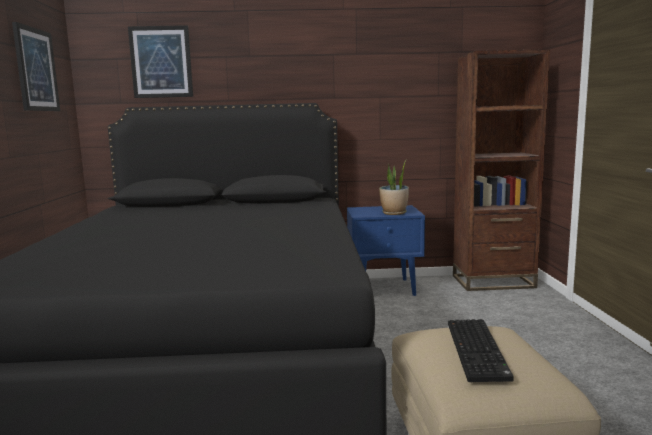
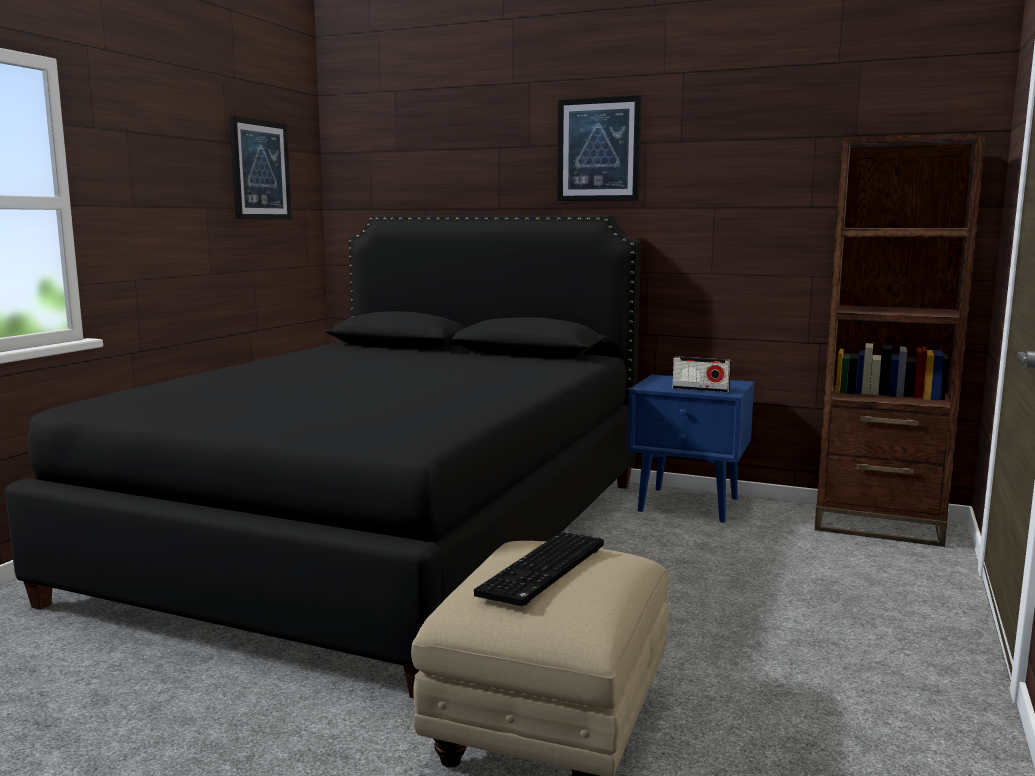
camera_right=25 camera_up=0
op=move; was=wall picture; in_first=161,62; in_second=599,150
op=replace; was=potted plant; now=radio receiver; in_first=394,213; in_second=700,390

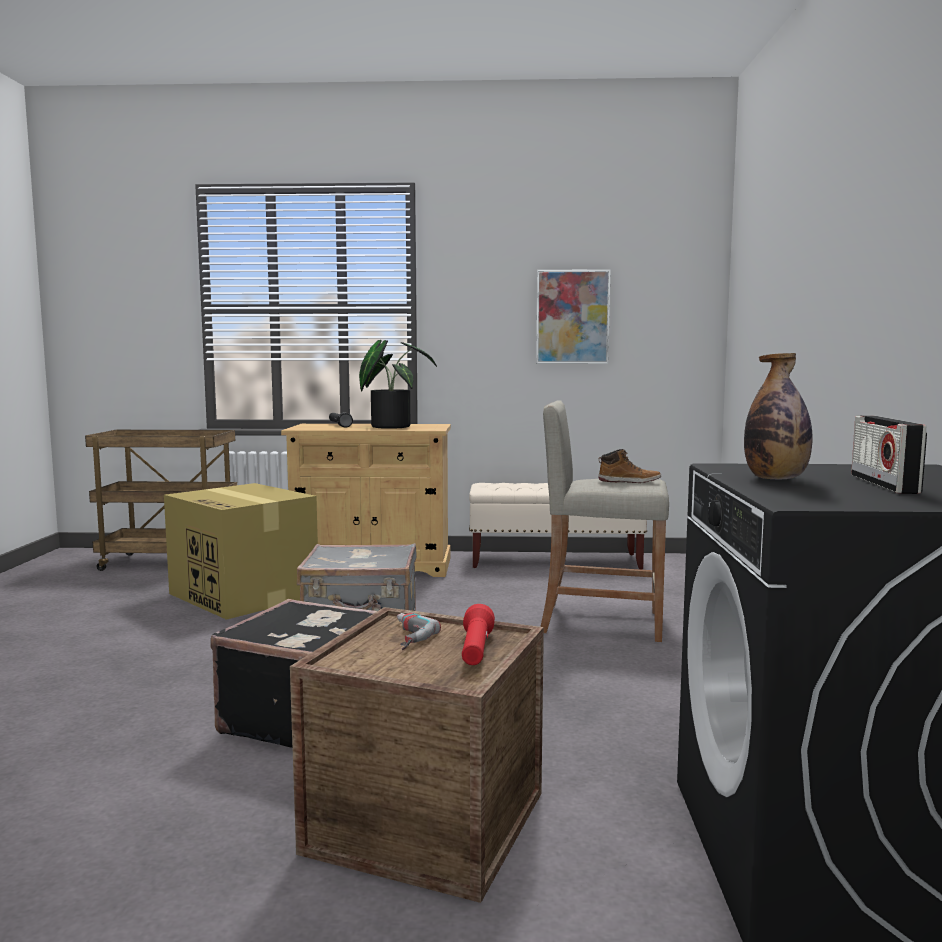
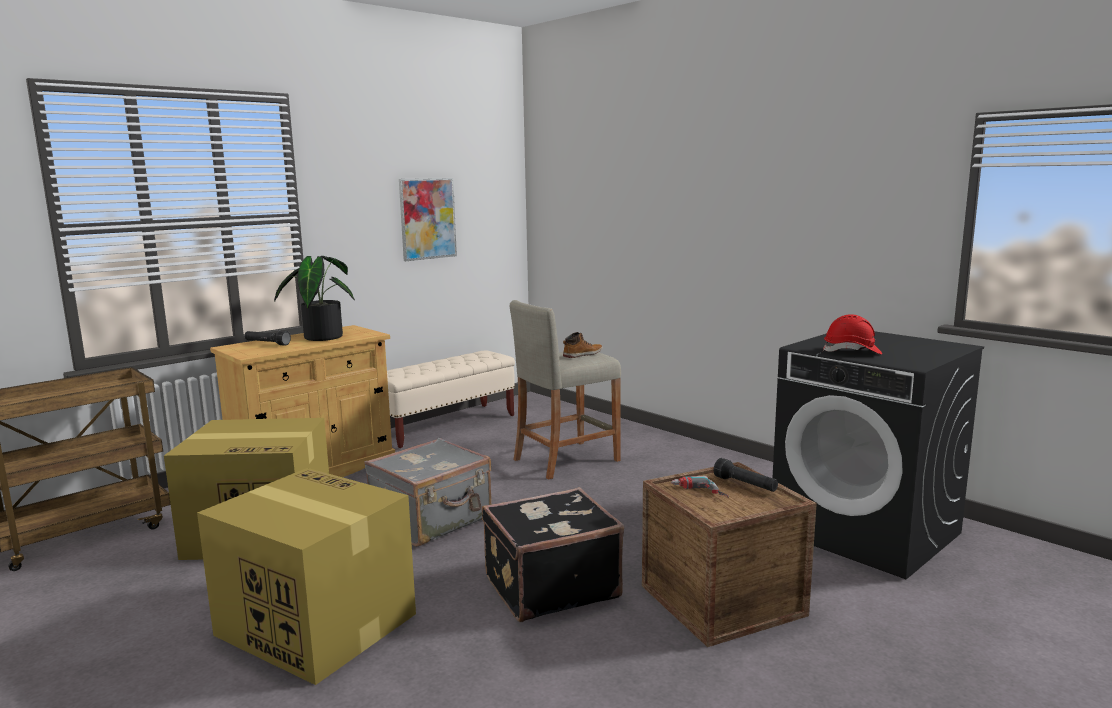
camera_right=-45 camera_up=5
op=recolor; was=red hand torch; now=blackish hand torch; in_first=476,651; in_second=745,485
op=replace; was=beverage bottle; now=red work helmet; in_first=776,479; in_second=852,352
op=delete; was=radio receiver; in_first=883,484
op=insert; now=carton; in_second=314,624

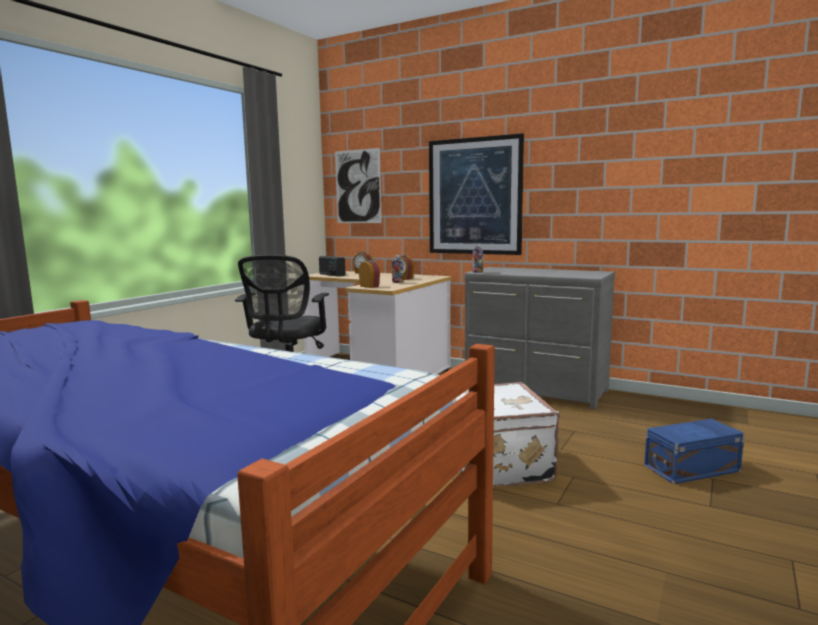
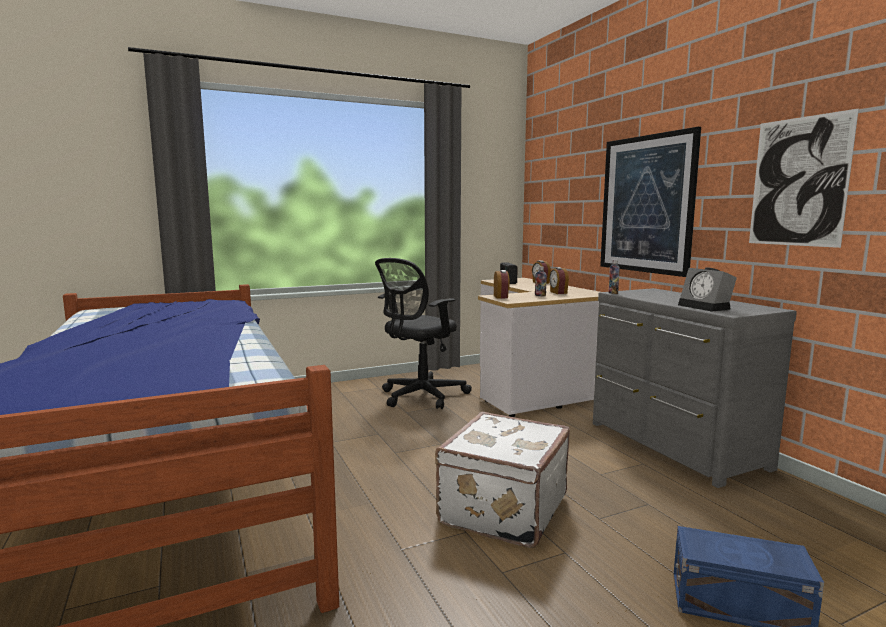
camera_right=35 camera_up=0
op=move; was=wall picture; in_first=358,186; in_second=798,182
op=insert; now=alarm clock; in_second=706,307

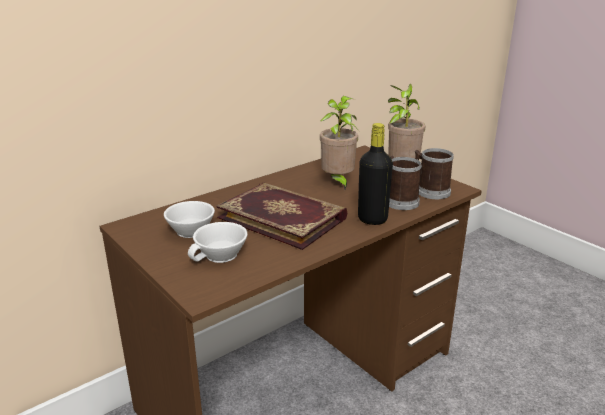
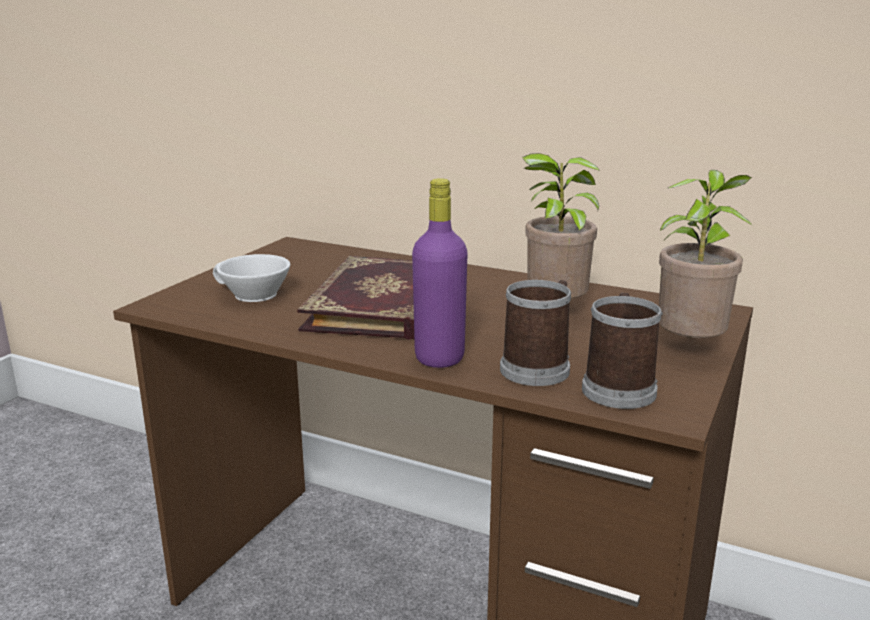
camera_right=65 camera_up=-5
op=delete; was=white cup; in_first=189,230
op=recolor; was=blackish beverage bottle; now=purple beverage bottle; in_first=372,219; in_second=439,358

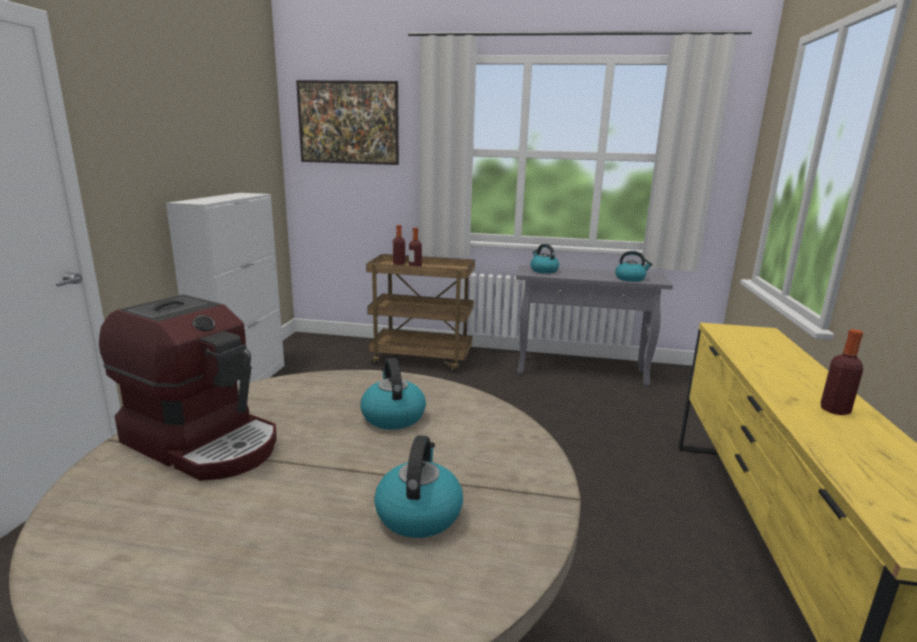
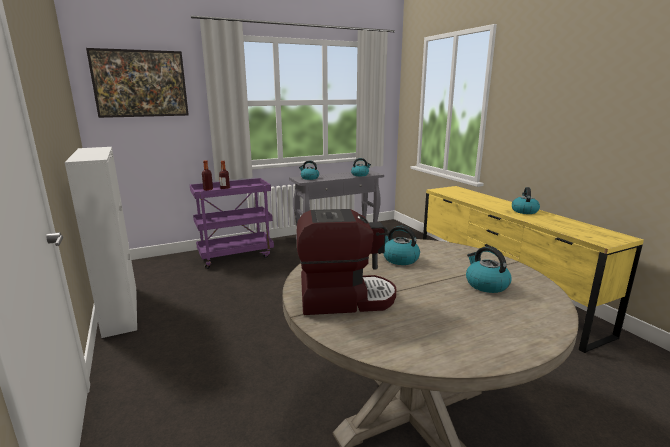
camera_right=-35 camera_up=0
op=recolor; was=brown-coloured cart; now=purple cart; in_first=422,359; in_second=236,256
op=replace; was=beverage bottle; now=water kettle; in_first=834,410; in_second=524,211

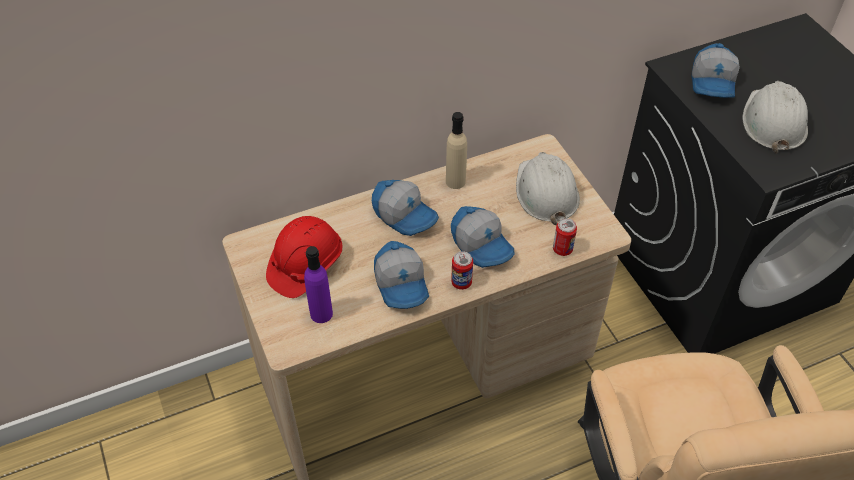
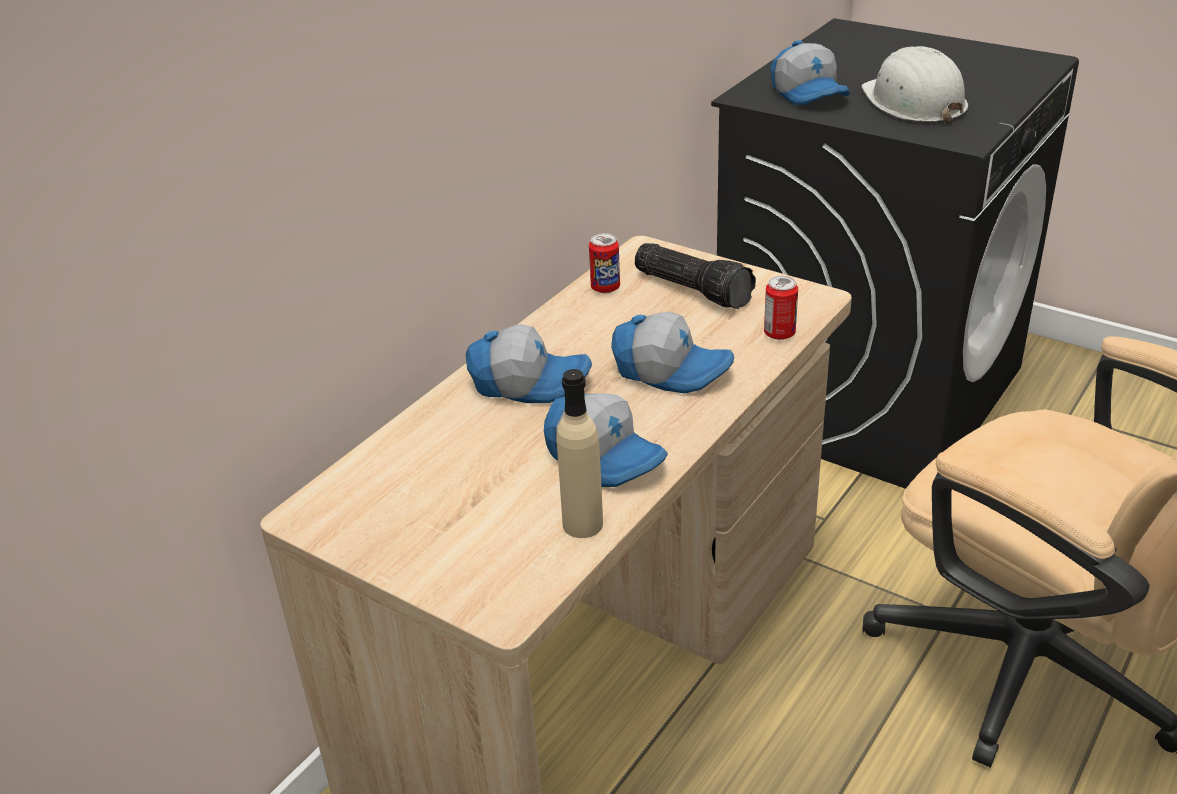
camera_right=-30 camera_up=-15
op=delete; was=red work helmet; in_first=305,266
op=delete; was=purple beverage bottle; in_first=321,314
op=move; was=beige-coloured beverage bottle; in_first=455,181; in_second=583,524
op=move; was=sealed can; in_first=461,282; in_second=605,288
op=replace; was=white work helmet; now=hand torch; in_first=545,192; in_second=694,289

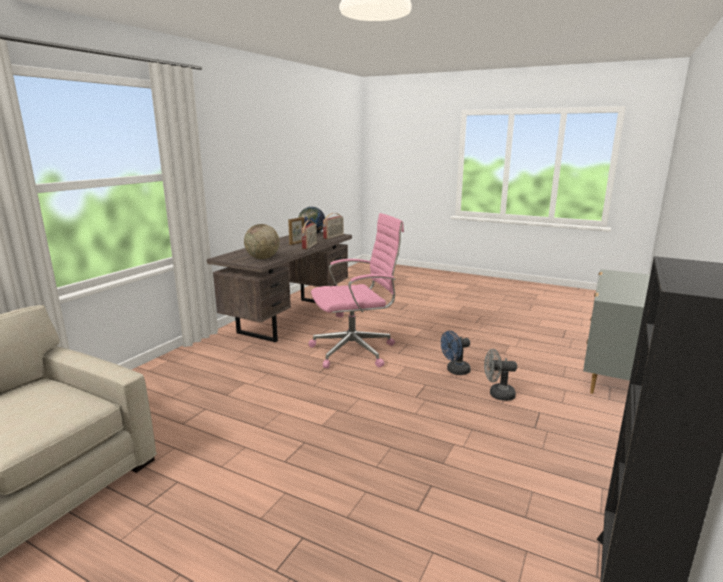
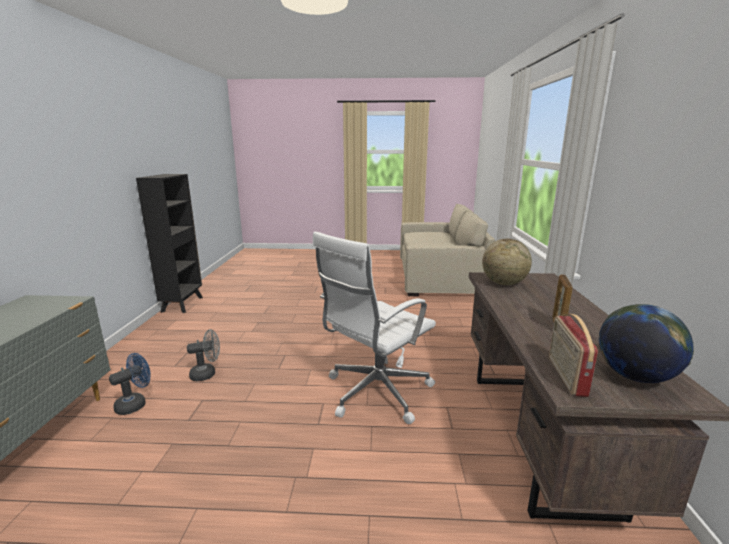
camera_right=155 camera_up=0
op=delete; was=radio receiver; in_first=310,246
op=recolor; was=pink-coloured office chair; now=white office chair; in_first=355,351; in_second=375,392
op=move; was=blue fan; in_first=455,371; in_second=135,404

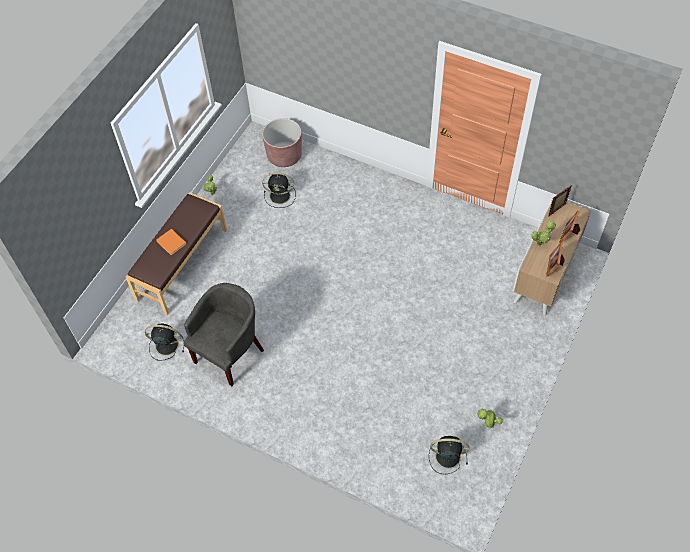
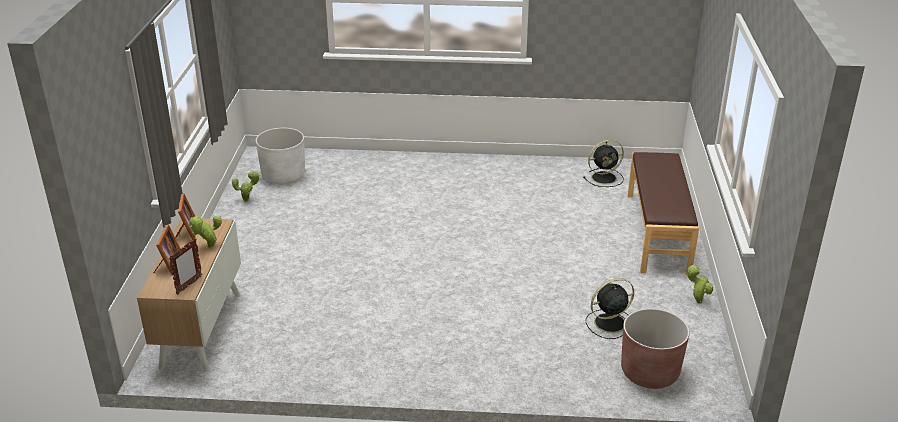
camera_right=155 camera_up=-25
op=delete; was=orange volume; in_first=172,243
op=delete; was=grey armchair; in_first=229,353
op=replace; was=blackish fan; now=white plant pot; in_first=446,456; in_second=283,176

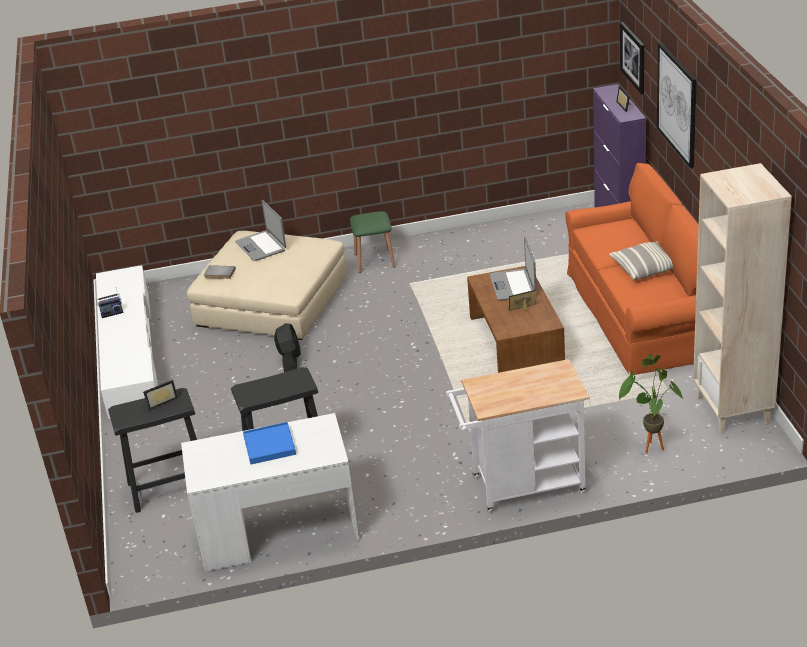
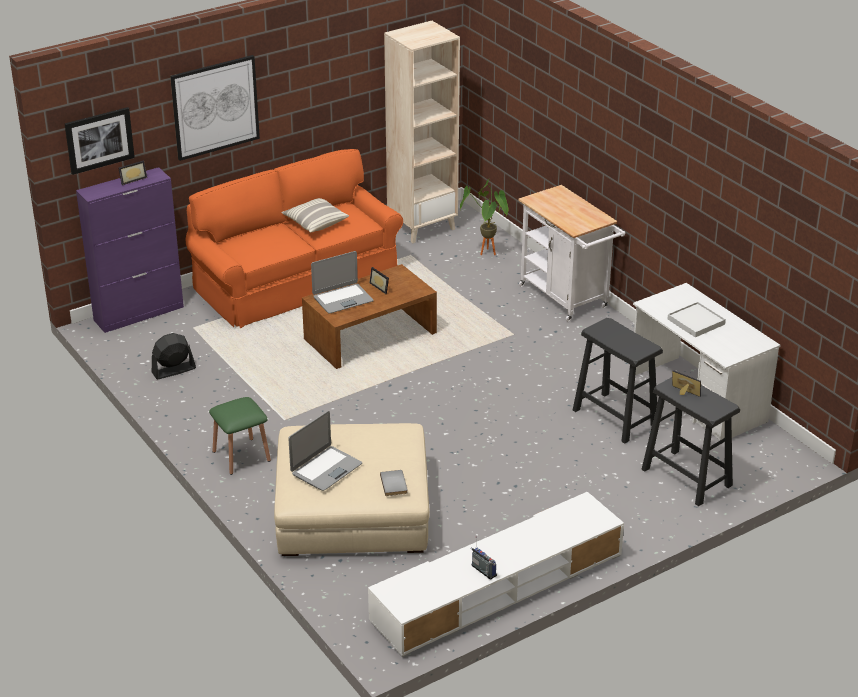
camera_right=-115 camera_up=0
op=recolor; was=blue tray; now=white tray; in_first=269,445; in_second=696,322
op=move; was=blackish fan; in_first=290,360; in_second=173,370

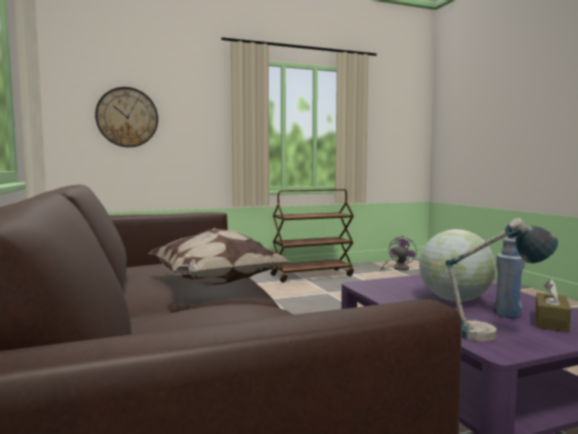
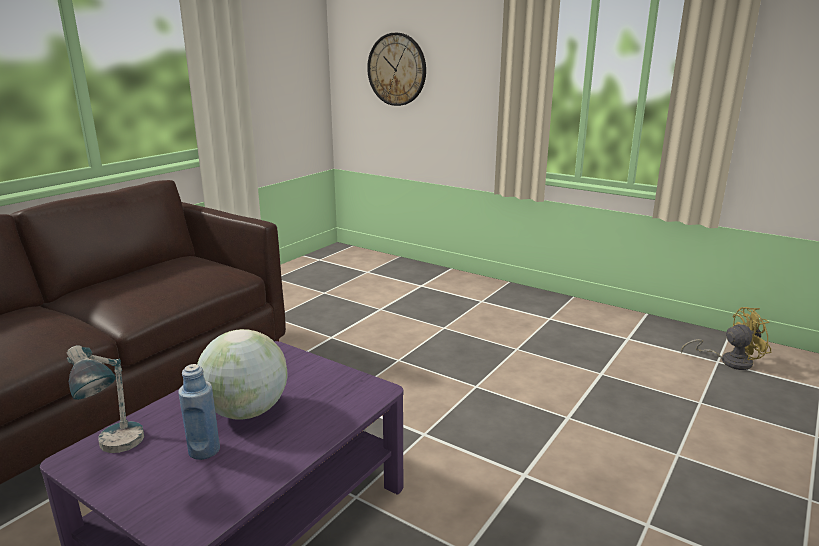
camera_right=55 camera_up=15
op=delete; was=pillow; in_first=215,284
op=delete; was=brown-coloured cart; in_first=312,275
op=recolor; was=purple fan; now=yellow-coloured fan; in_first=397,269; in_second=729,361
op=delete; was=brown-coloured tissue holder; in_first=551,322

